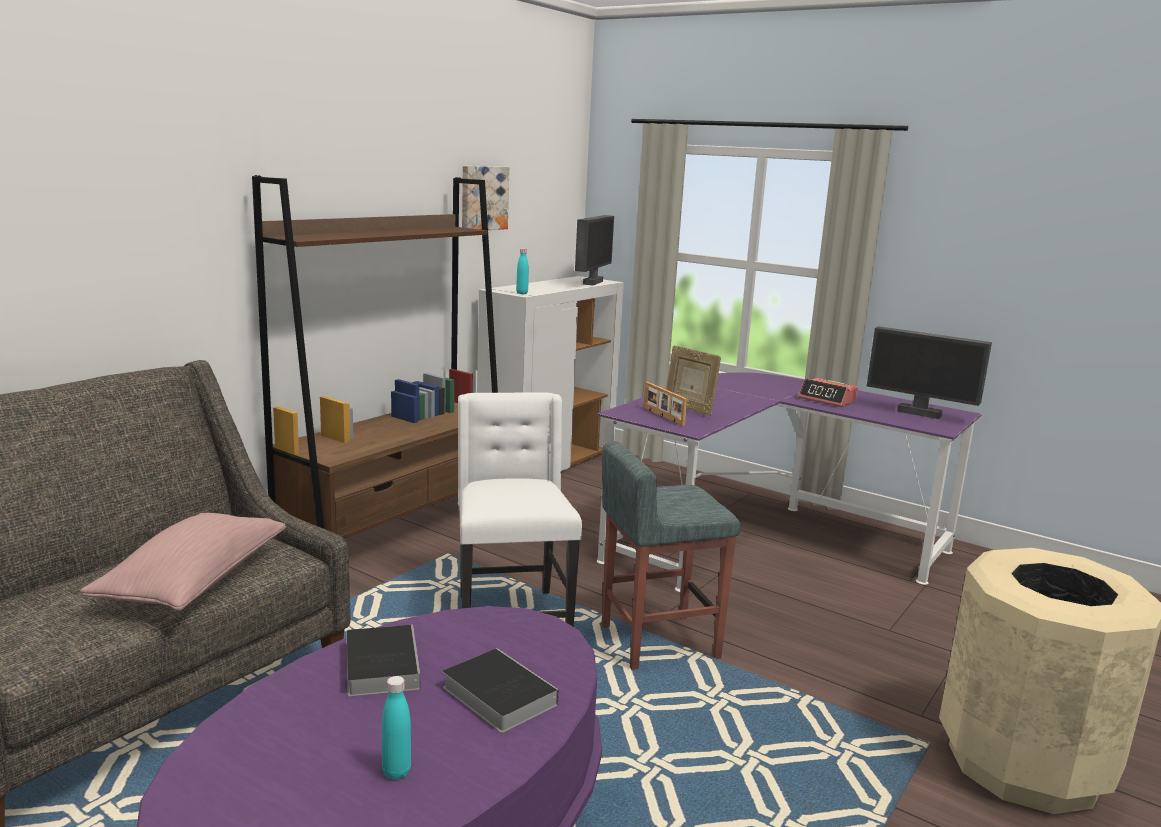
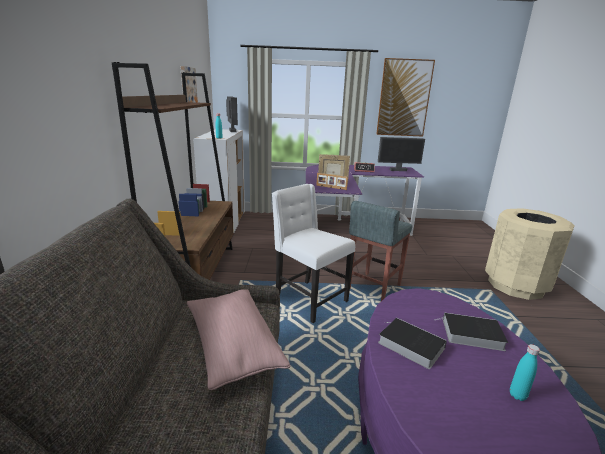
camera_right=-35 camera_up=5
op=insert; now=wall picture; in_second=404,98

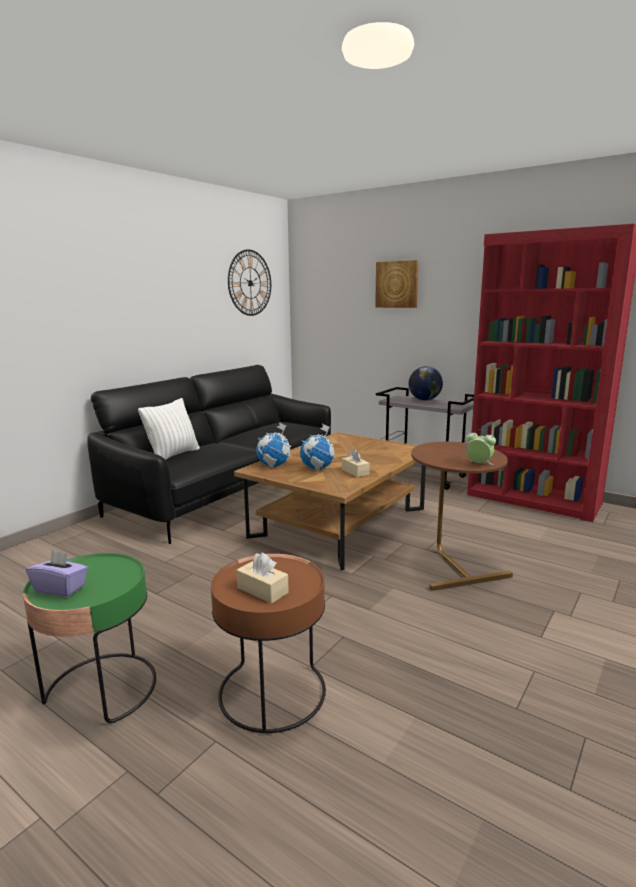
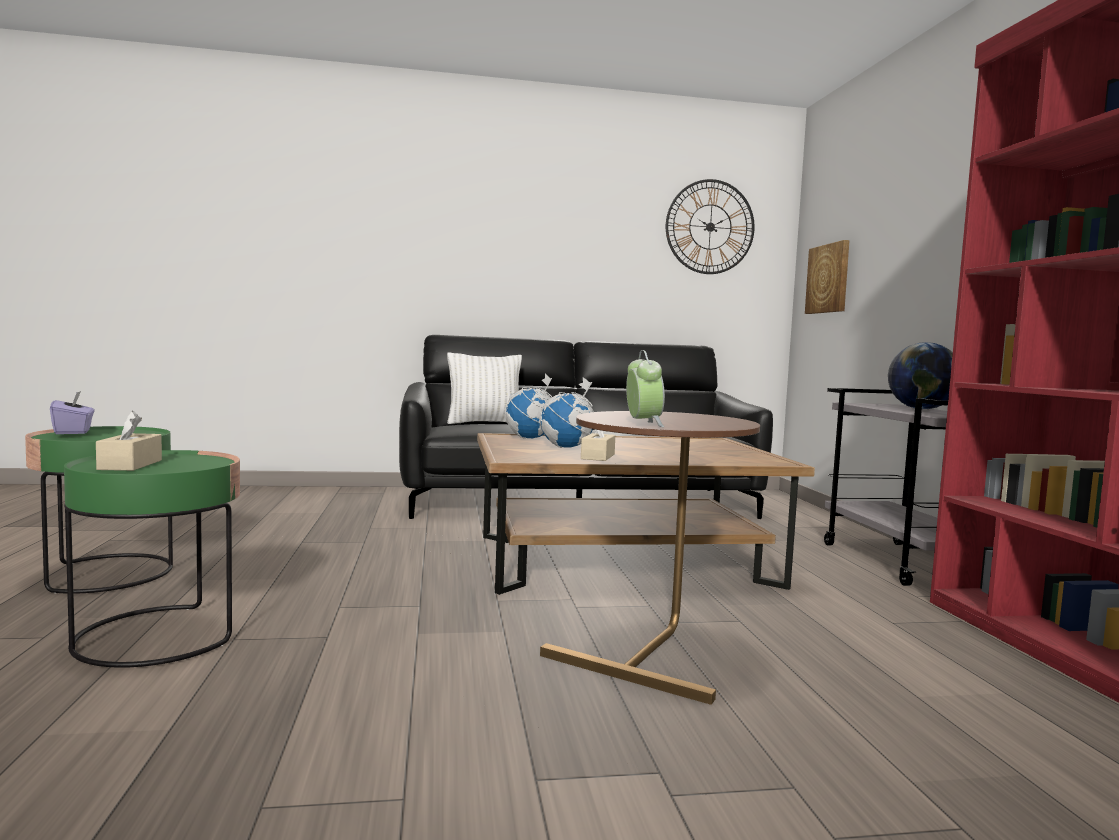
camera_right=45 camera_up=-10
op=recolor; was=brown-coloured end table; now=greenish end table; in_first=272,692; in_second=158,635
op=move; was=wall picture; in_first=397,284; in_second=828,279

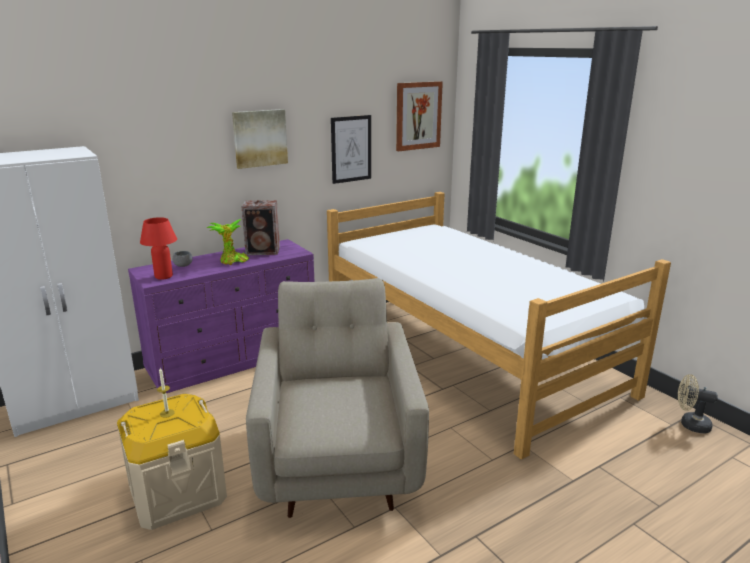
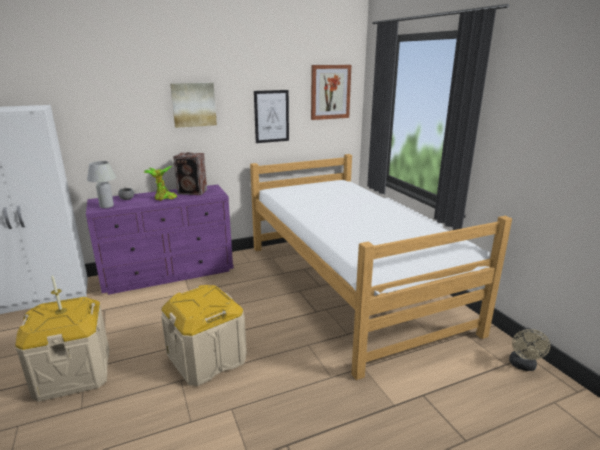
camera_right=10 camera_up=0
op=recolor; was=red lamp for a table; now=white lamp for a table; in_first=163,276; in_second=106,206
op=replace; was=beige-coloured armchair; now=beige-coloured storage container; in_first=338,456; in_second=207,358
op=rotate; was=beige-coloured fan; in_first=690,424; in_second=523,366; clockwise=-105

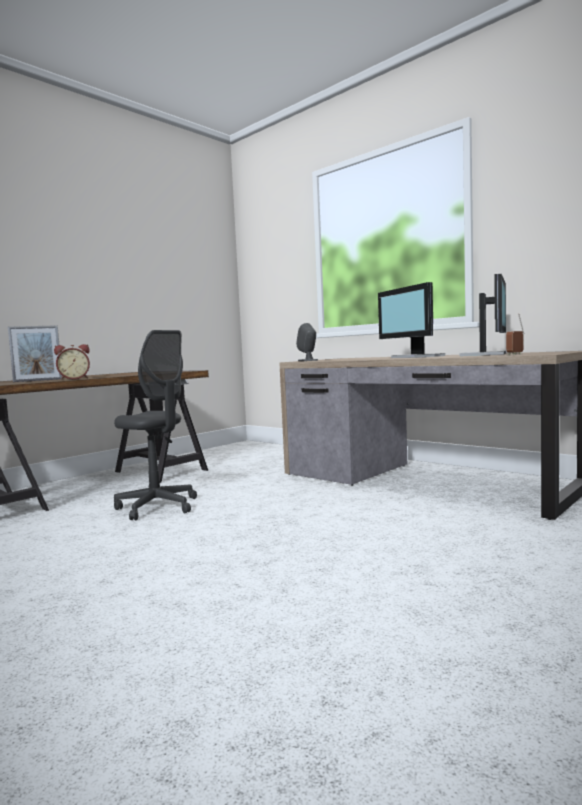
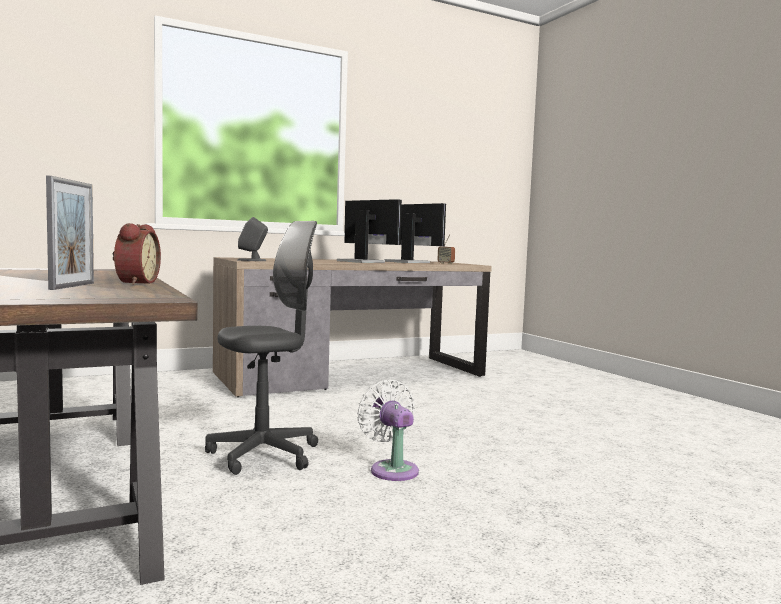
camera_right=-70 camera_up=0
op=rotate; was=monitor; in_first=416,357; in_second=361,261; clockwise=-135
op=insert; now=white fan; in_second=392,469

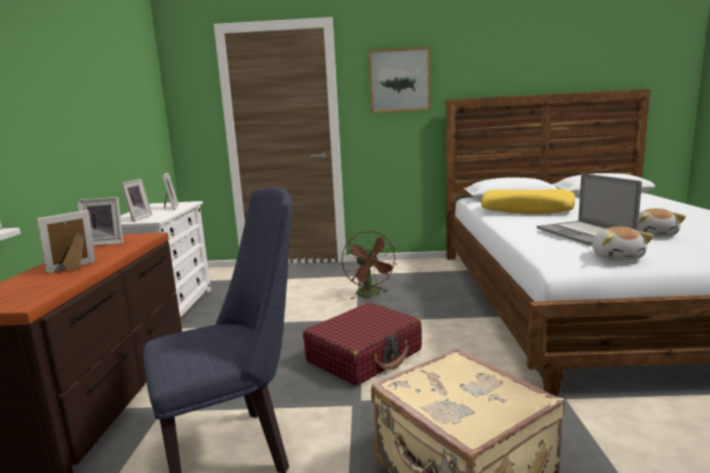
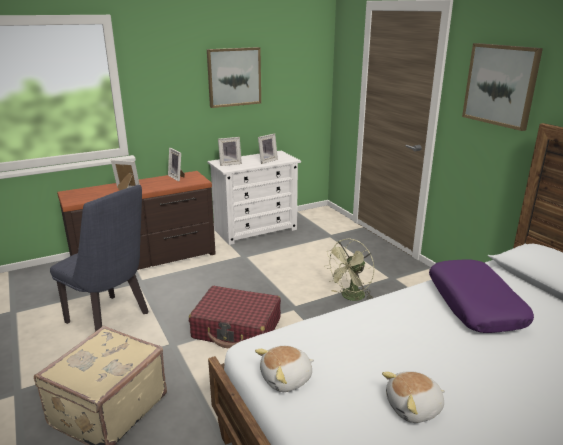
camera_right=60 camera_up=10
op=recolor; was=brown-coloured fan; now=greenish fan; in_first=371,295; in_second=350,297
op=recolor; was=yellow-coloured pillow; now=purple pillow; in_first=527,210; in_second=475,304
op=delete; was=portable computer; in_first=583,233
op=insert; now=wall picture; in_second=234,77

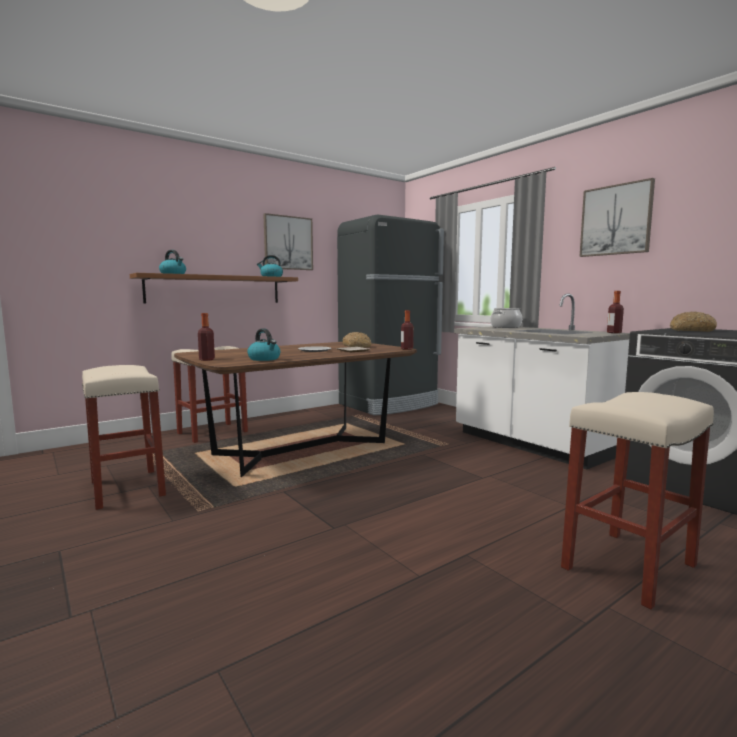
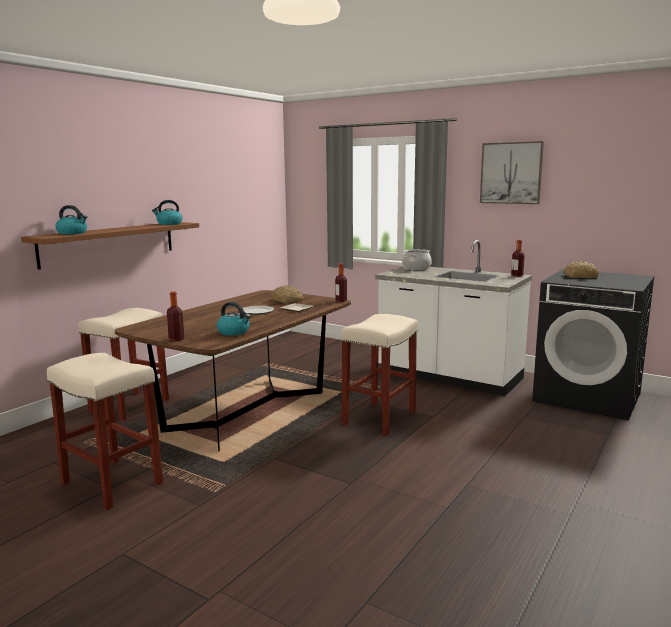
camera_right=-20 camera_up=5
op=delete; was=wall picture; in_first=288,243
op=delete; was=blackish fridge; in_first=389,404
op=move; was=beige-coloured sitting stool; in_first=629,567; in_second=379,418

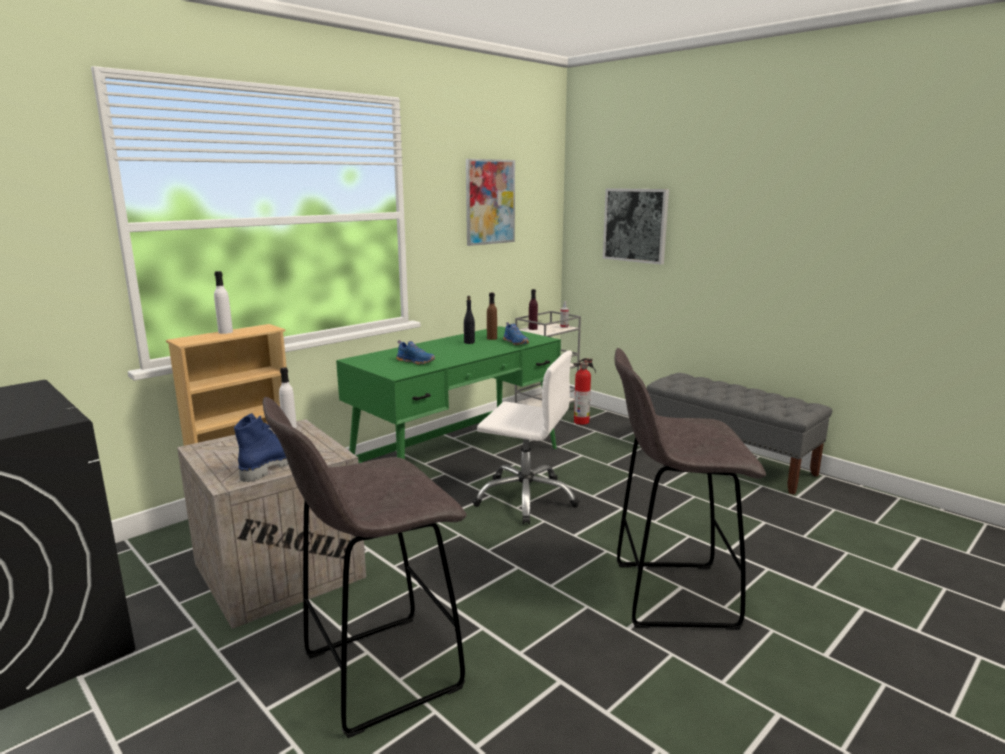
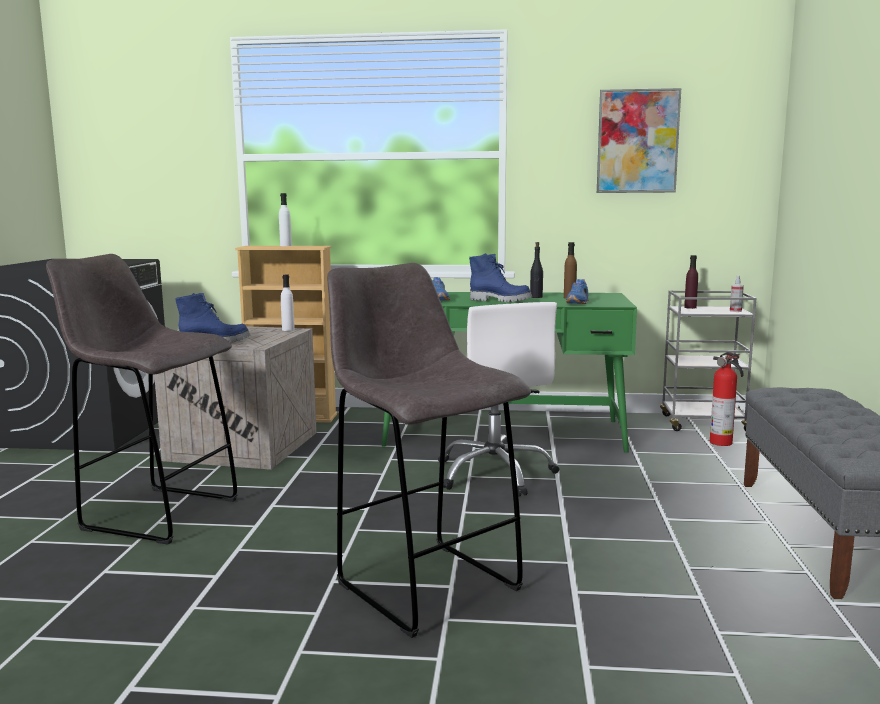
camera_right=50 camera_up=-5
op=delete; was=wall picture; in_first=635,225
op=insert; now=blue high-top boot; in_second=500,300

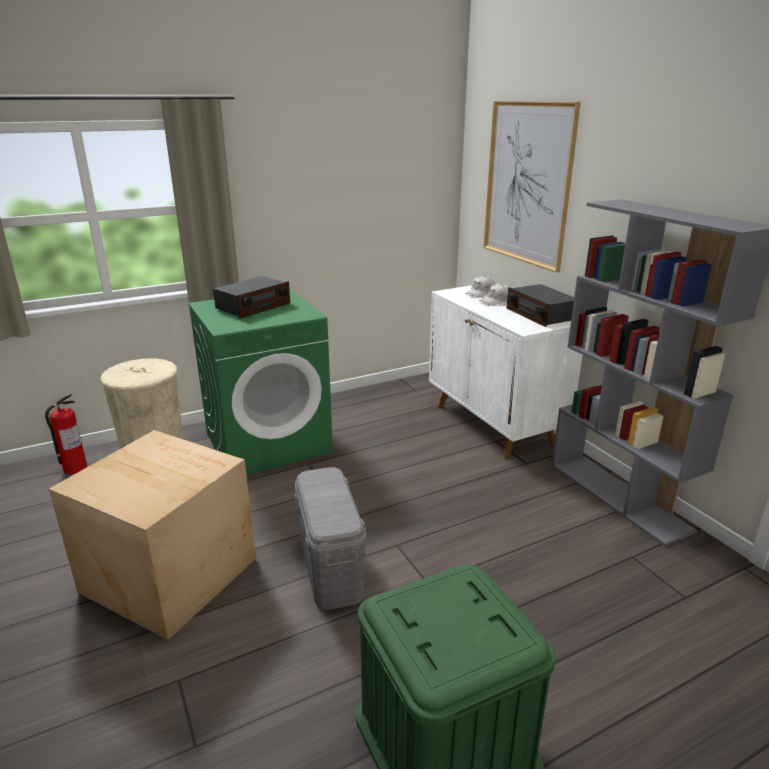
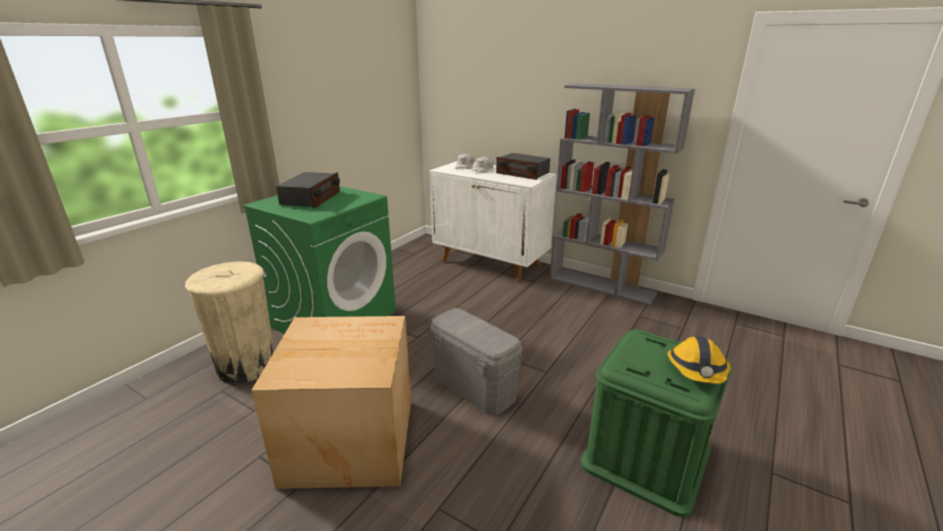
camera_right=-30 camera_up=0
op=delete; was=extinguisher; in_first=74,468
op=delete; was=wall picture; in_first=527,184
op=insert; now=work helmet; in_second=697,370

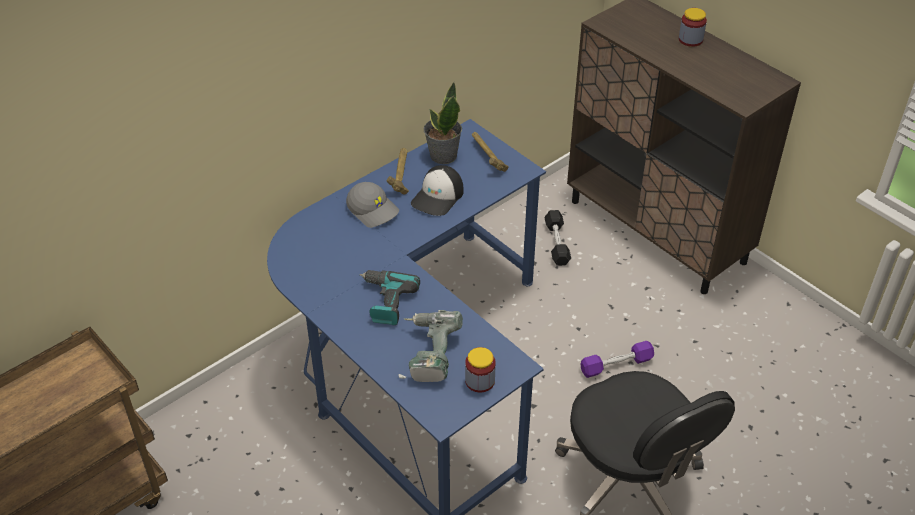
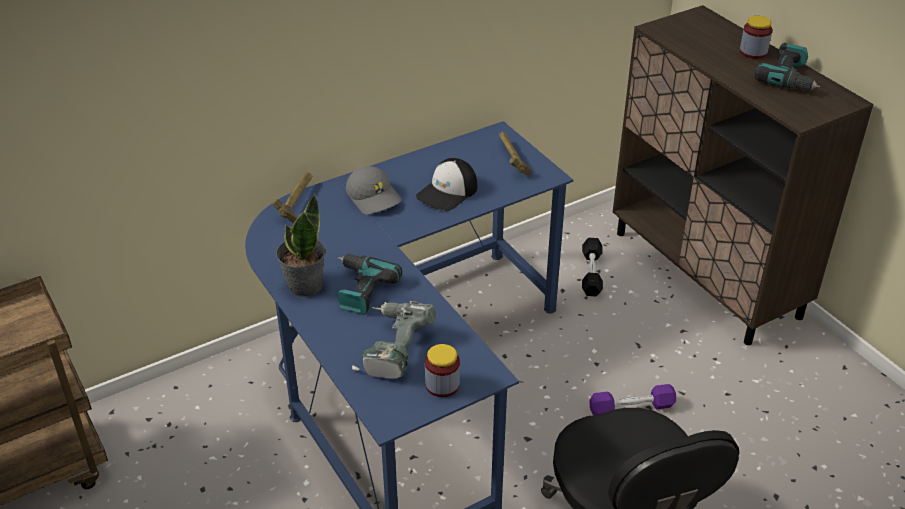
camera_right=10 camera_up=-5
op=move; was=hammer; in_first=401,176; in_second=297,203
op=move; was=potted plant; in_first=443,155; in_second=304,285
op=insert; now=drill; in_second=789,78

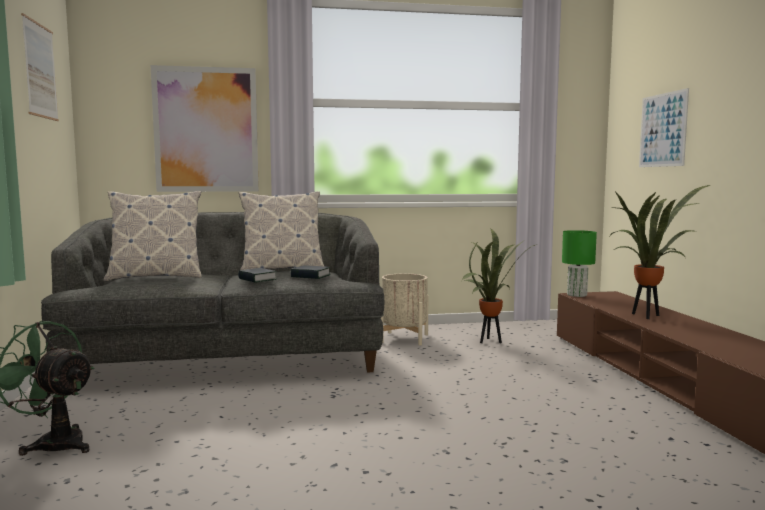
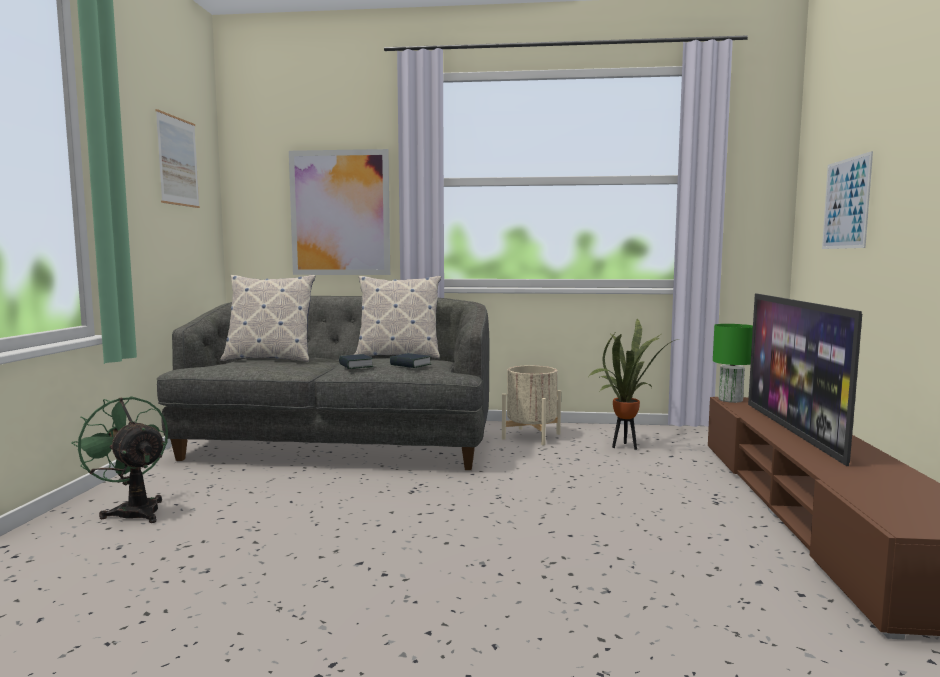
camera_right=15 camera_up=0
op=replace; was=potted plant; now=TV; in_first=648,316; in_second=794,431

